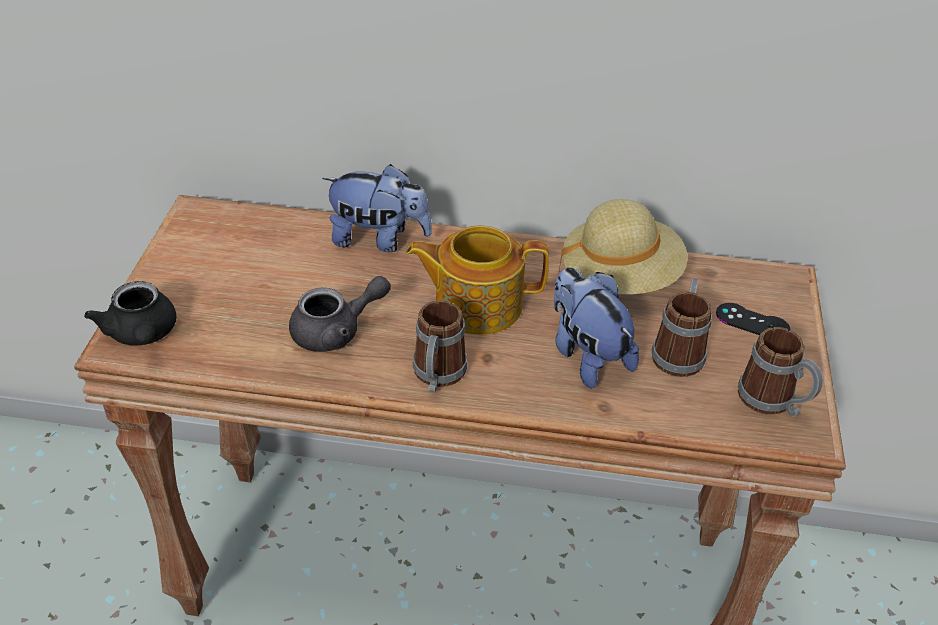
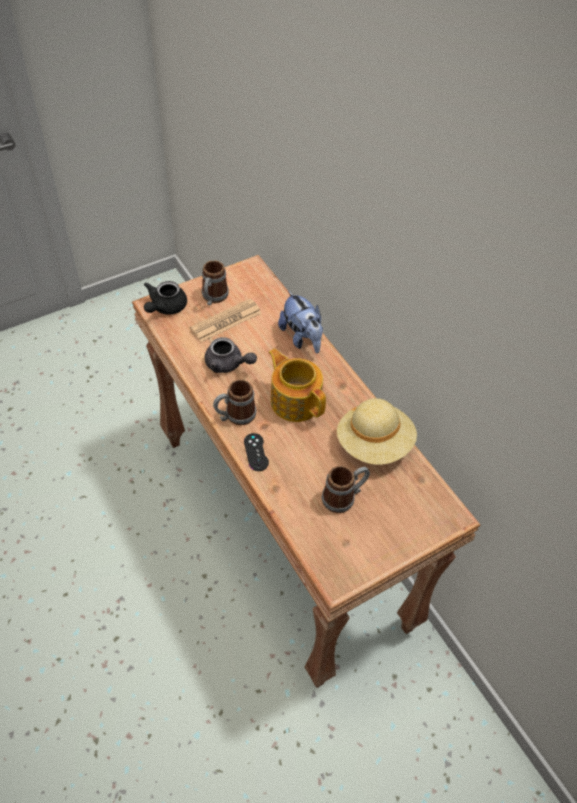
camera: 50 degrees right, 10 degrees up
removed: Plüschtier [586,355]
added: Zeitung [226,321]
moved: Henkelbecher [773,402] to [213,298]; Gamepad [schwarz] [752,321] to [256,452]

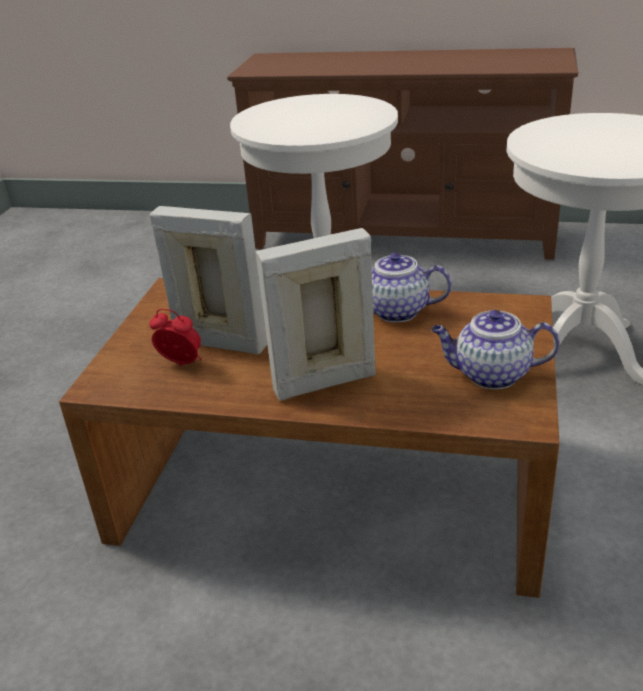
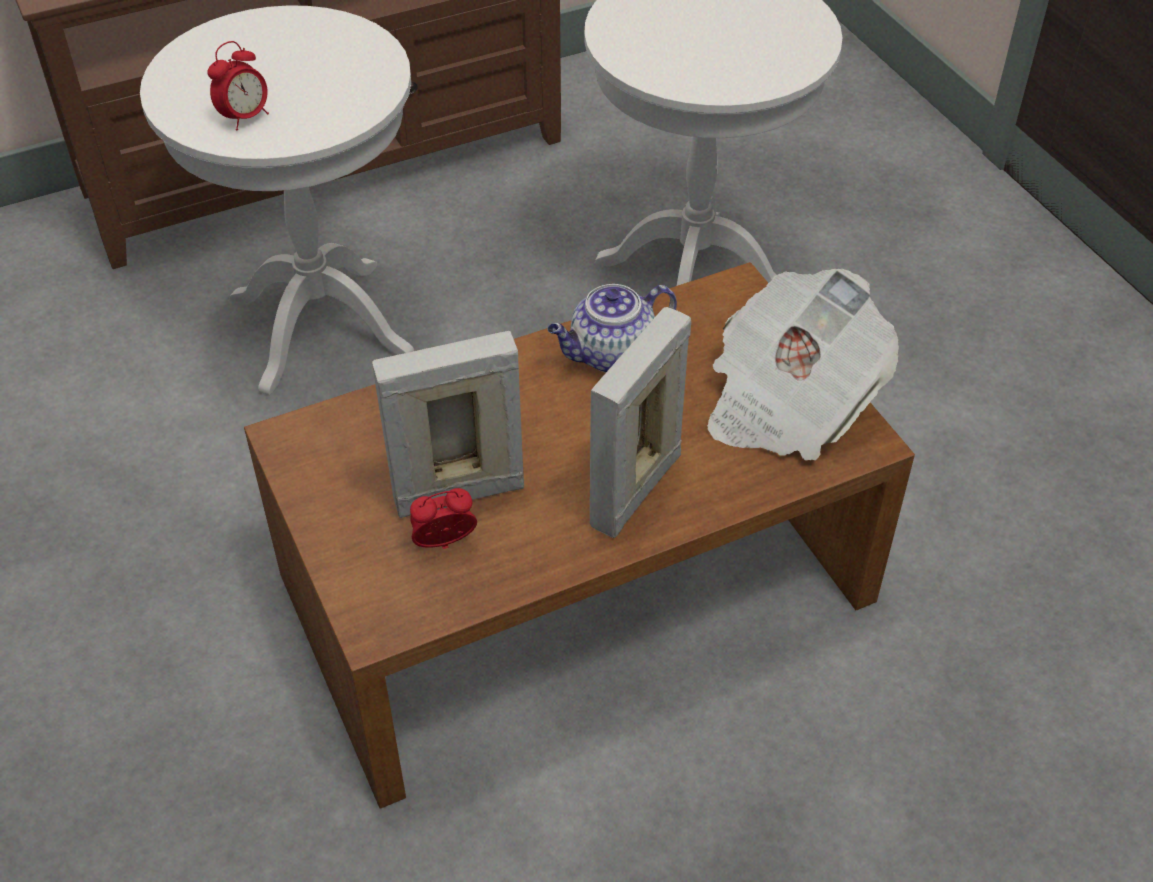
camera: 40 degrees left, 15 degrees up
added: Wecker [245,118]
replaced: Teekanne [490,375] to Zeitung [788,401]

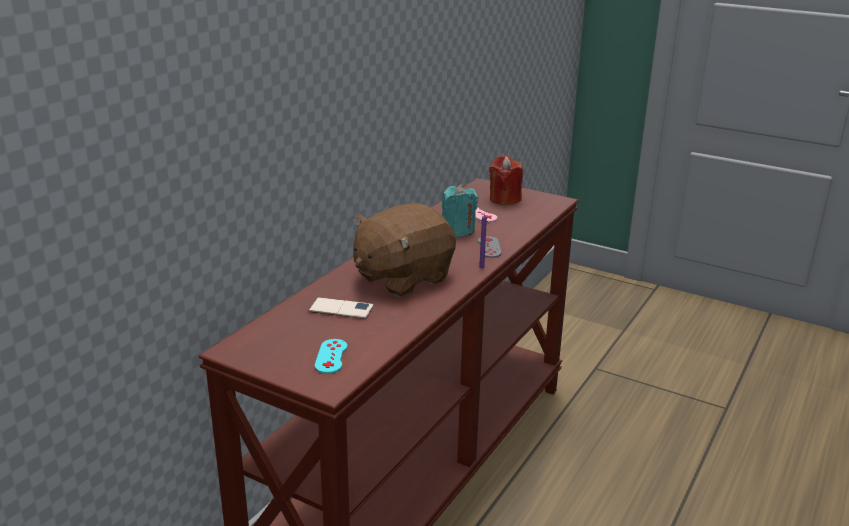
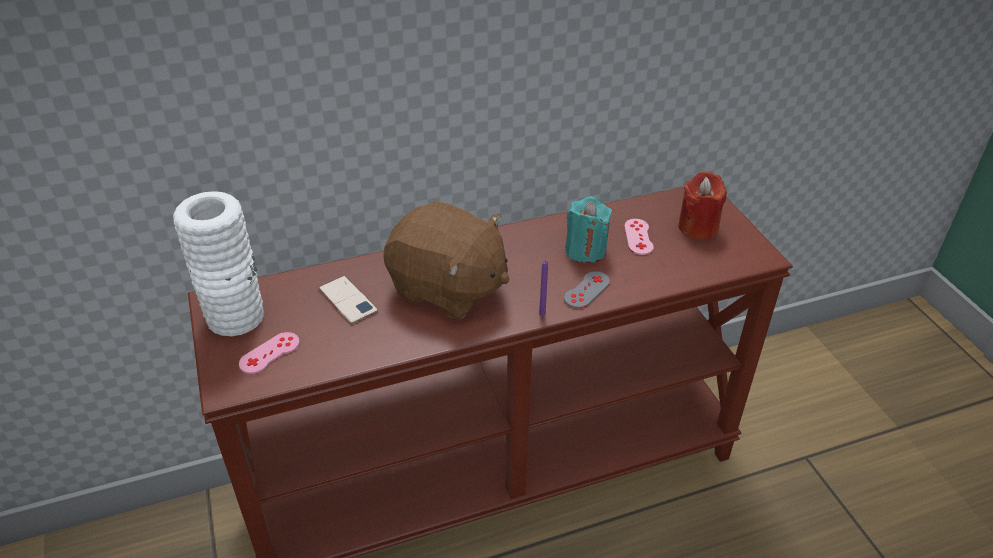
camera: 40 degrees right, 15 degrees up
added: Vase [weiß] [235,316]
recoloured: Gamepad [türkis] [331,356] to Gamepad [rosa] [269,353]
turned: Plüschtier [braun] [402,278] = [447,289] 150 degrees counterclockwise

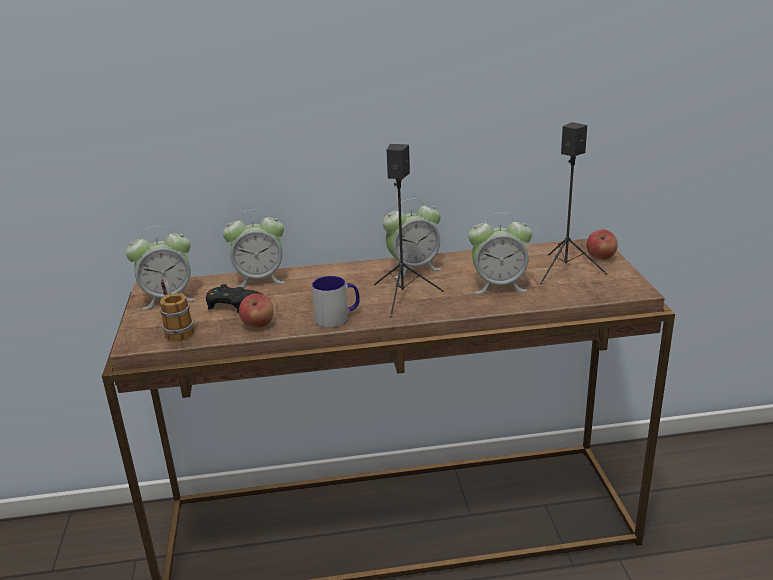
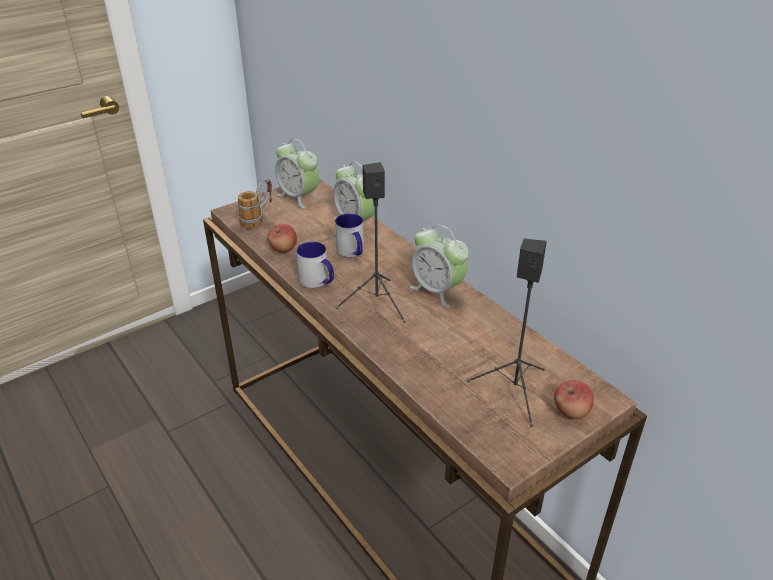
camera: 60 degrees right, 10 degrees up
removed: Gamepad [schwarz] [232,303]; Wecker [499,286]
added: Henkelbecher [352,252]

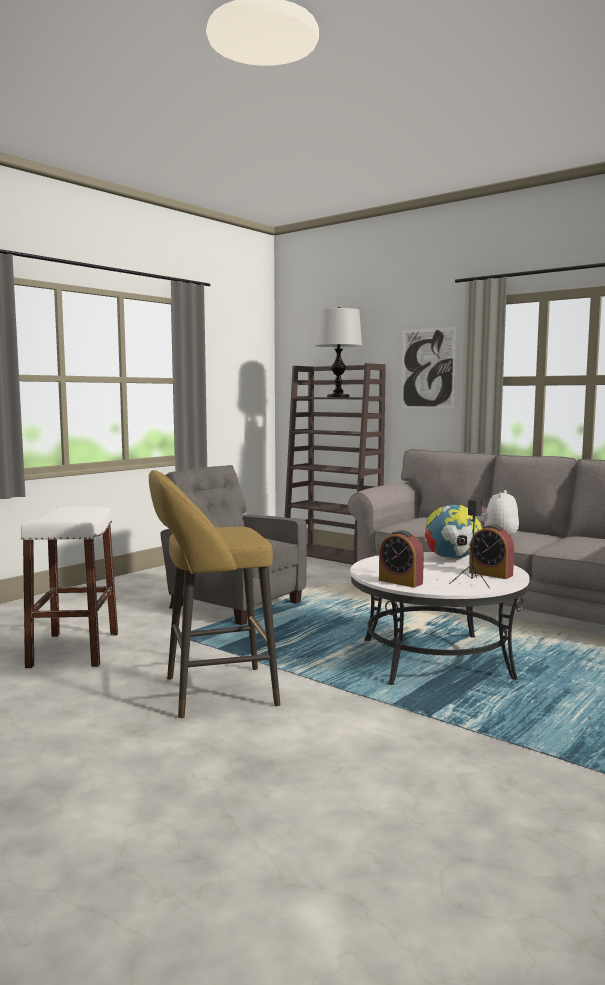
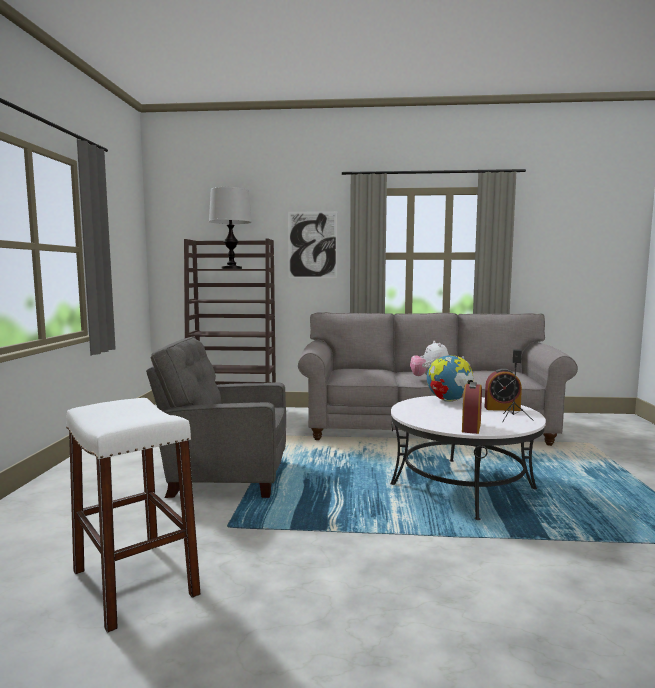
camera: 35 degrees left, 0 degrees up
removed: Hocker [gelb] [212,692]
turned: Wecker [400,582] = [471,427] 75 degrees counterclockwise

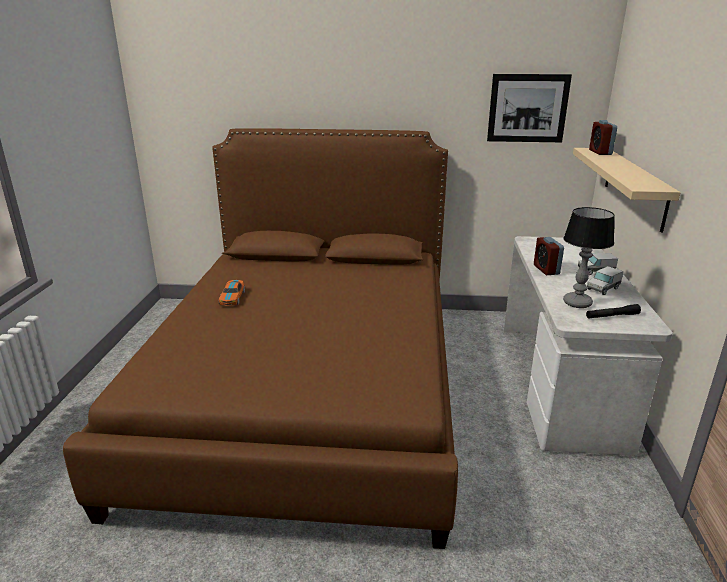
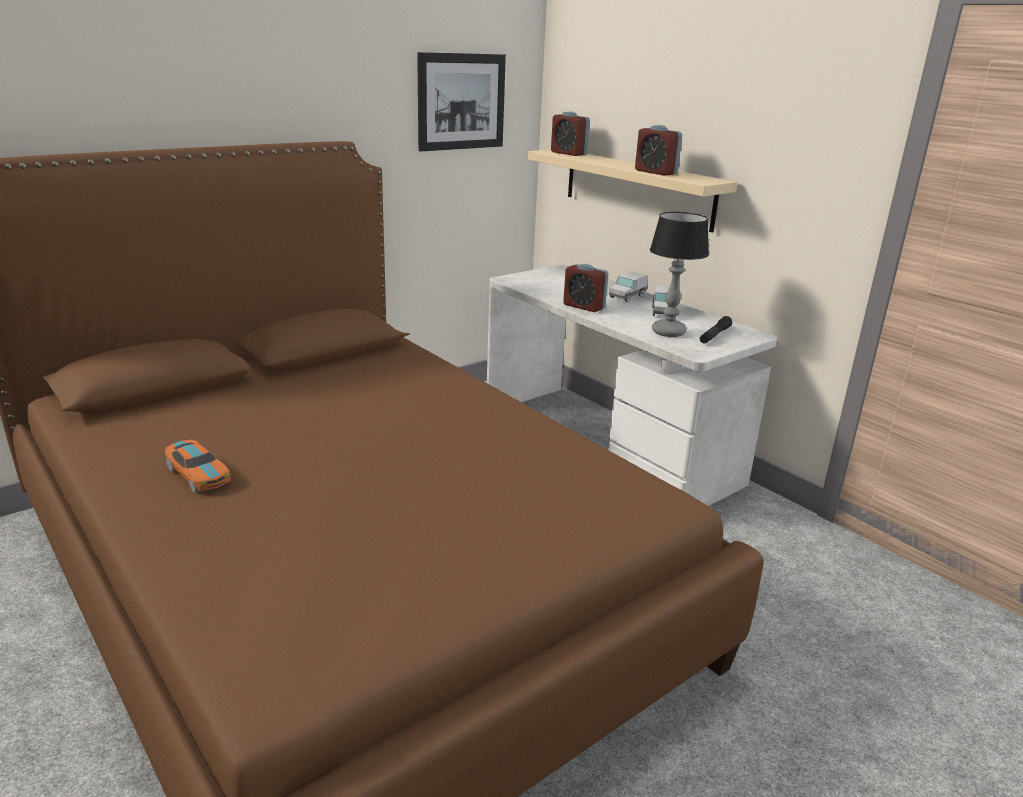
camera: 45 degrees left, 0 degrees up
added: Wecker [655,172]

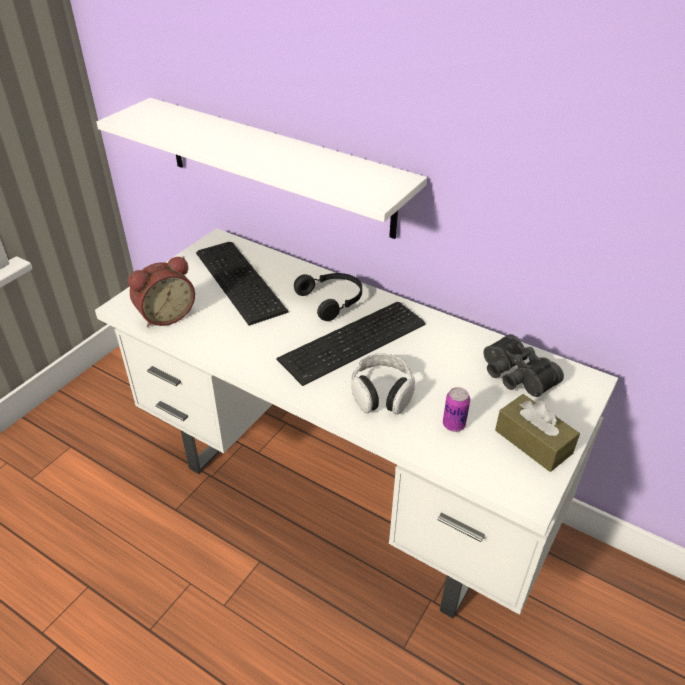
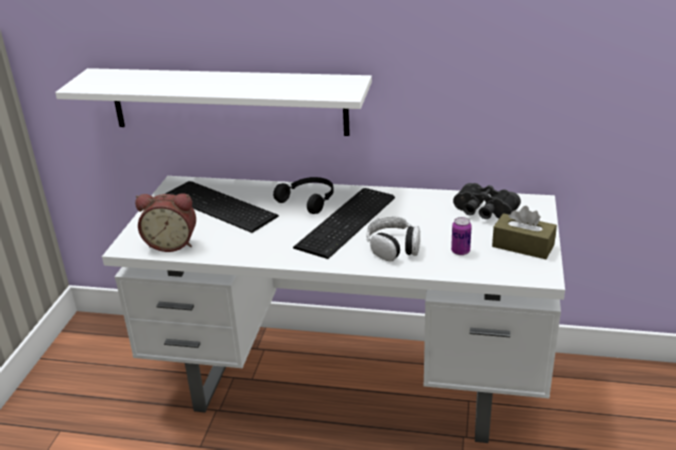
camera: 20 degrees left, 10 degrees down
turned: Wecker [165,315] = [172,243] 60 degrees clockwise

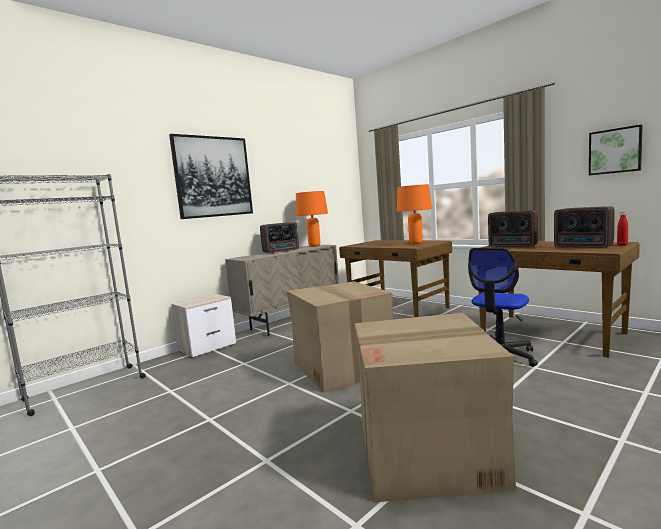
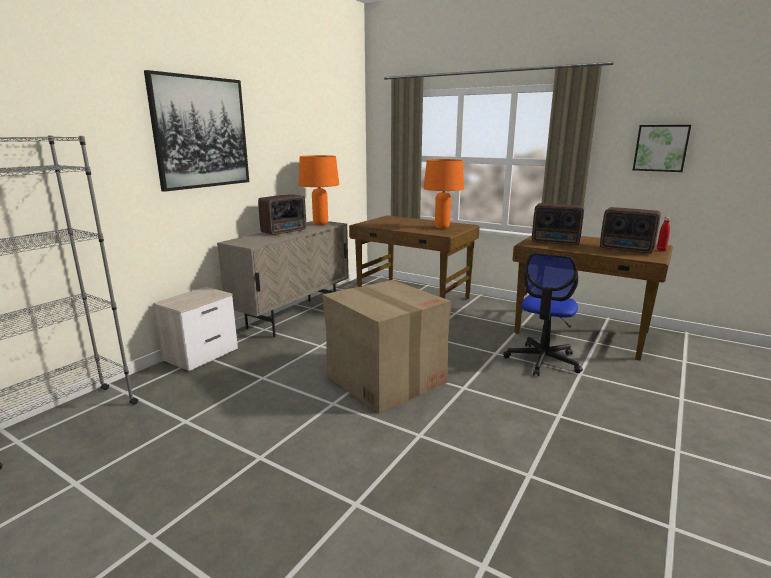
camera: 15 degrees left, 10 degrees up
removed: Karton [428,452]

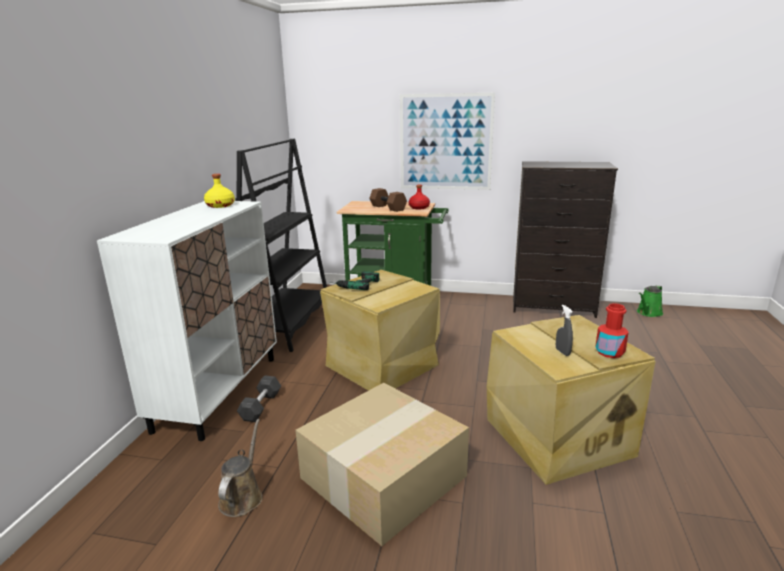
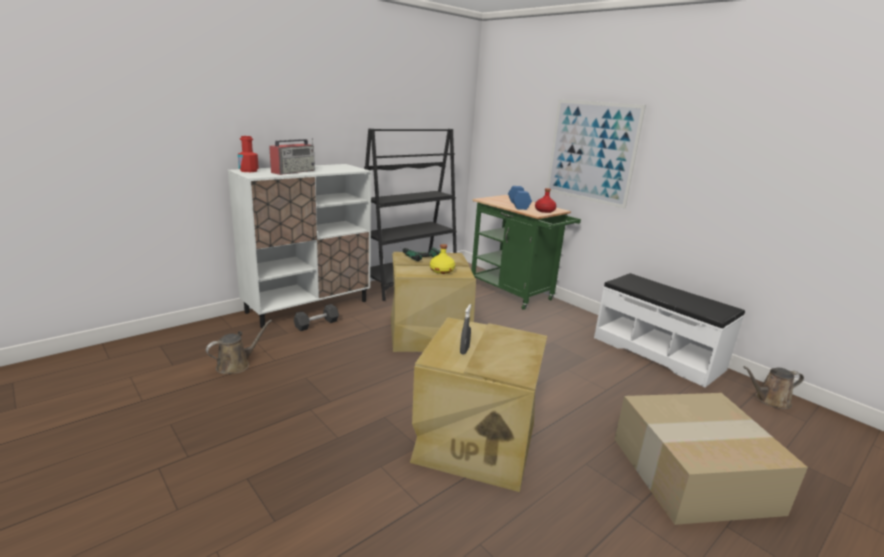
camera: 35 degrees right, 0 degrees up
added: Radio [294,171]
moved: Flasche [rot] [609,352] to [249,171]; Flasche [gelb] [220,205] to [442,271]; Karton [383,479] to [693,475]
replaced: Kommode [schwarz] [553,307] to Bank [weiß] [657,353]
recoloured: Hantel [braun] [387,208] to Hantel [blau] [517,205]; Gießkanne [grün] [648,313] to Gießkanne [braun] [769,400]

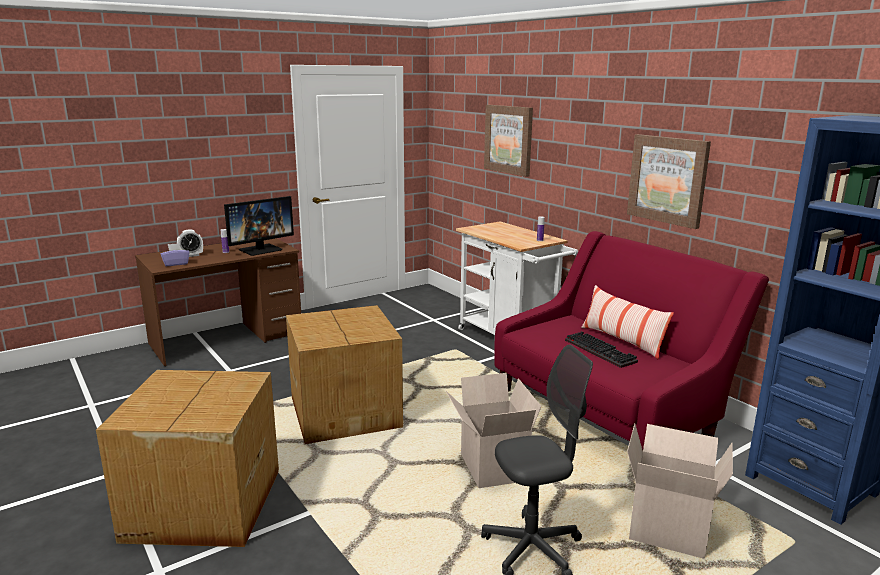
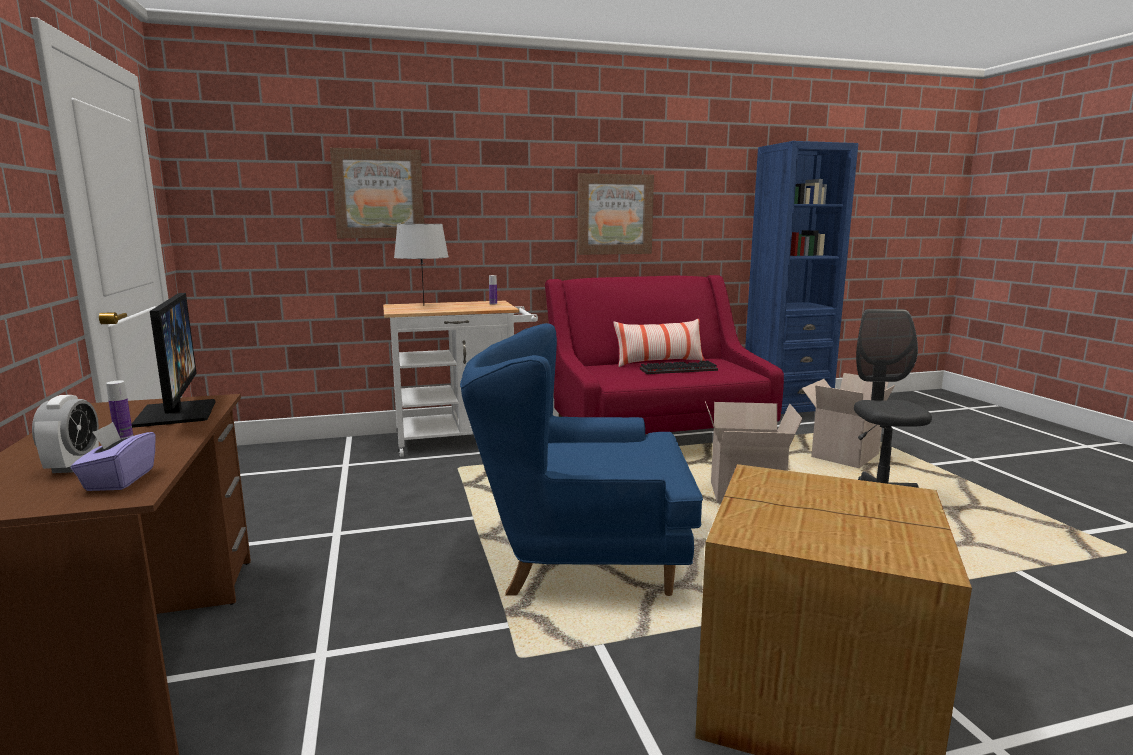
camera: 70 degrees left, 5 degrees down
added: Tischlampe [grau] [423,305]
replaced: Karton [346,412] to Sessel [blau] [580,554]

